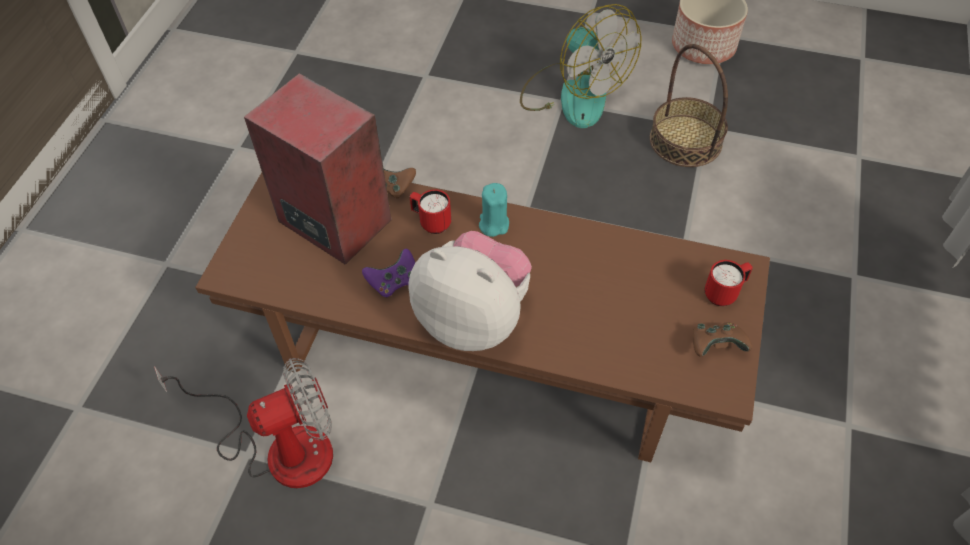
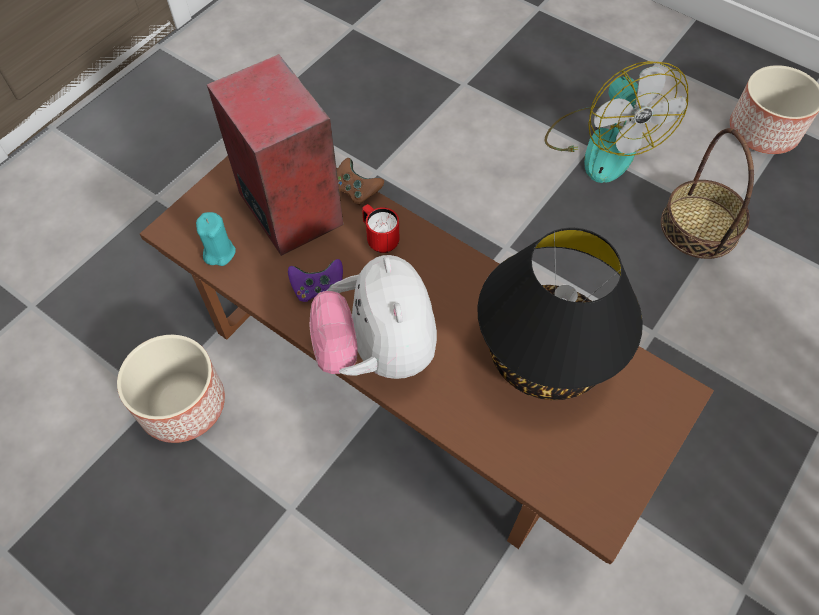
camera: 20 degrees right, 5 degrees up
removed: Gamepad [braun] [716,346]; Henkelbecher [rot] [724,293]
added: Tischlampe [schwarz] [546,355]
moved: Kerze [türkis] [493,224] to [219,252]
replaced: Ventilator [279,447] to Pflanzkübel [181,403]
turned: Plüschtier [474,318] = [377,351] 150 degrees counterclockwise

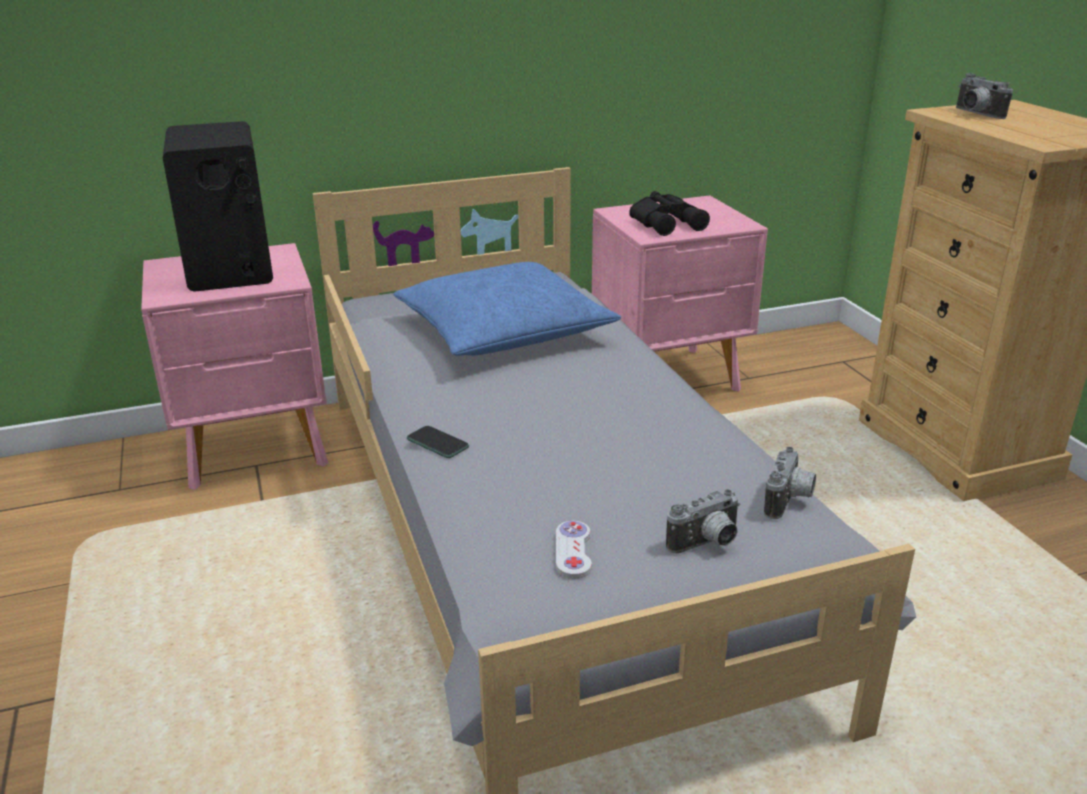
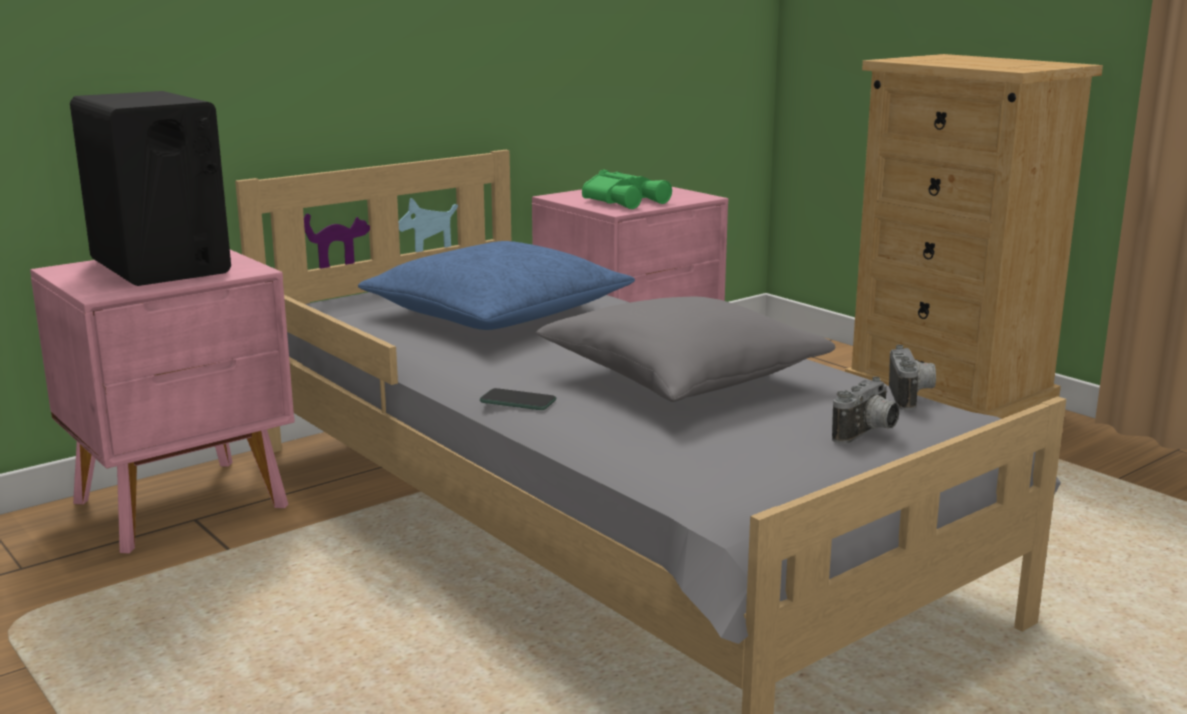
camera: 20 degrees left, 10 degrees down
removed: Gamepad [weiß] [573,551]; Kamera [975,114]
added: Kissen [grau] [682,379]
recoloured: Fernglas [schwarz] [668,223] to Fernglas [grün] [624,200]

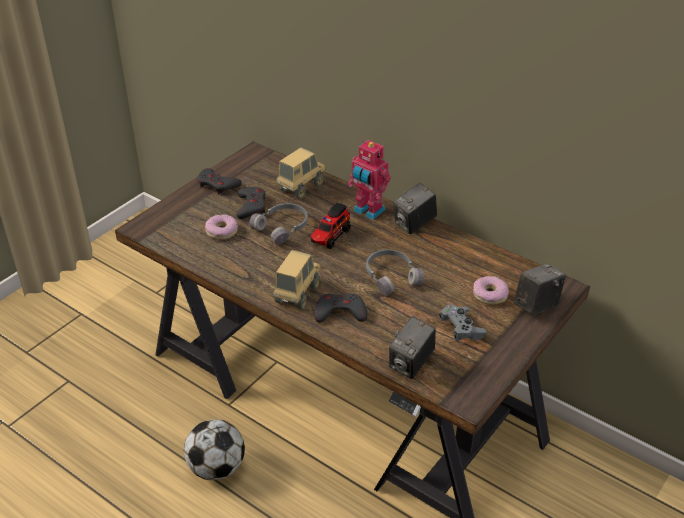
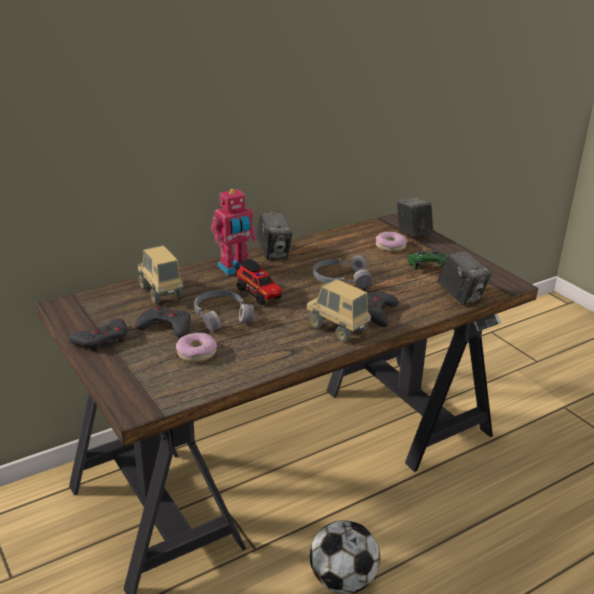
camera: 70 degrees left, 10 degrees down
recoloured: Gamepad [grau] [461,329] to Gamepad [grün] [427,267]

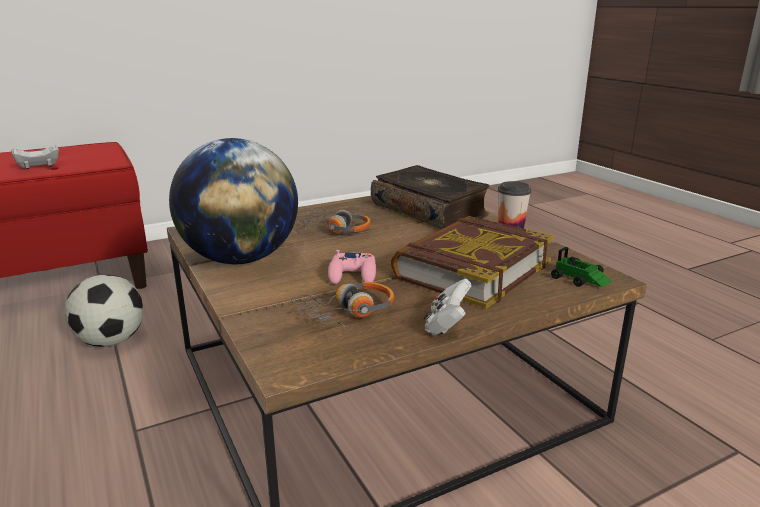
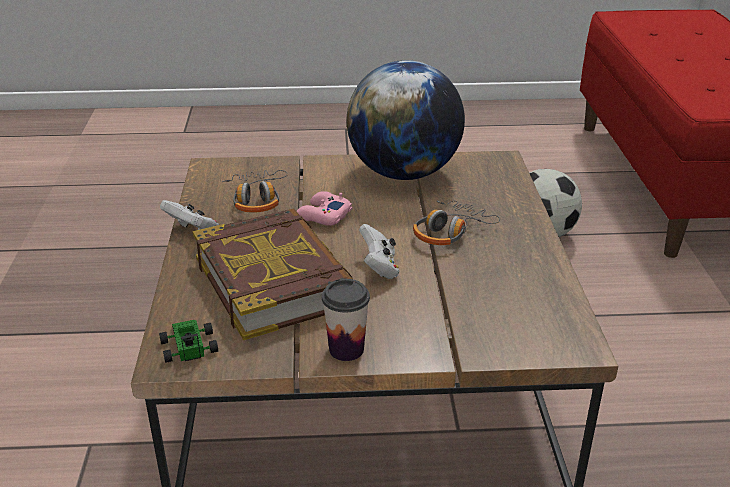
camera: 115 degrees right, 10 degrees up
removed: Buch [430,210]
moved: Gamepad [weiß] [39,167] to [379,268]
turned: Spielzeugauto [582,278] = [188,342] 90 degrees clockwise

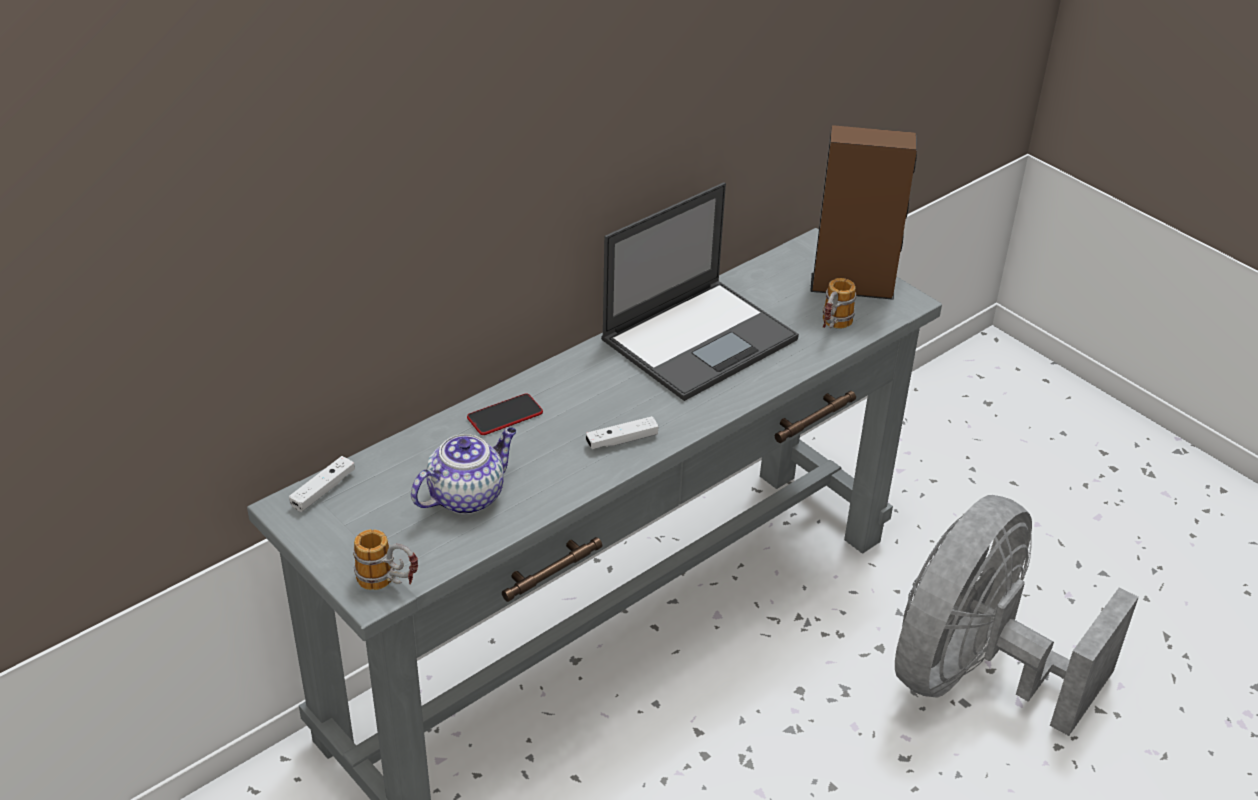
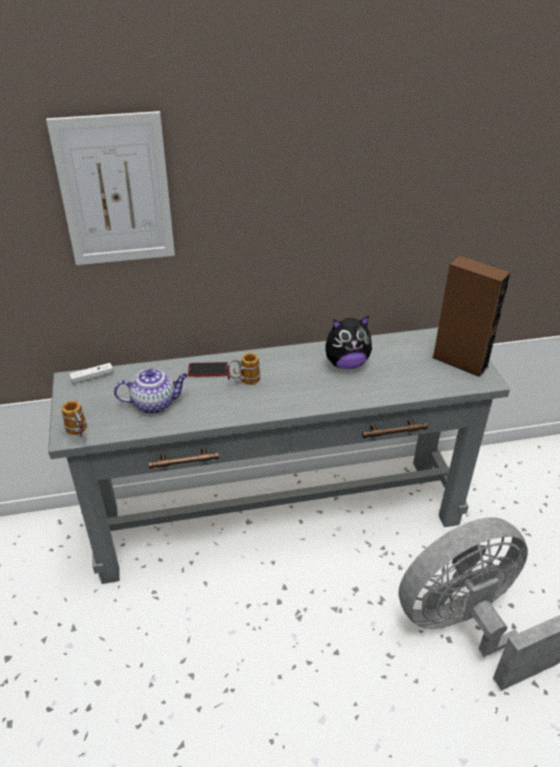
camera: 30 degrees right, 0 degrees up
removed: Gamepad [weiß] [622,440]
added: Bild [115,191]
moved: Henkelbecher [832,327] to [242,382]
replaced: Laptop [700,338] to Plüschtier [346,363]

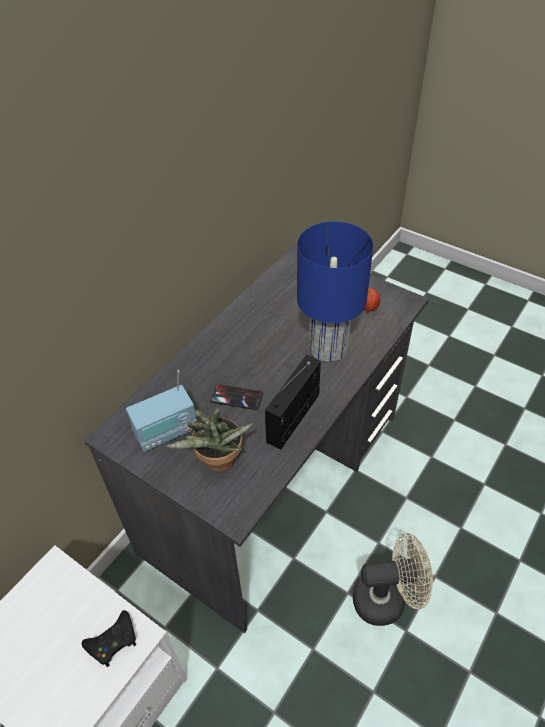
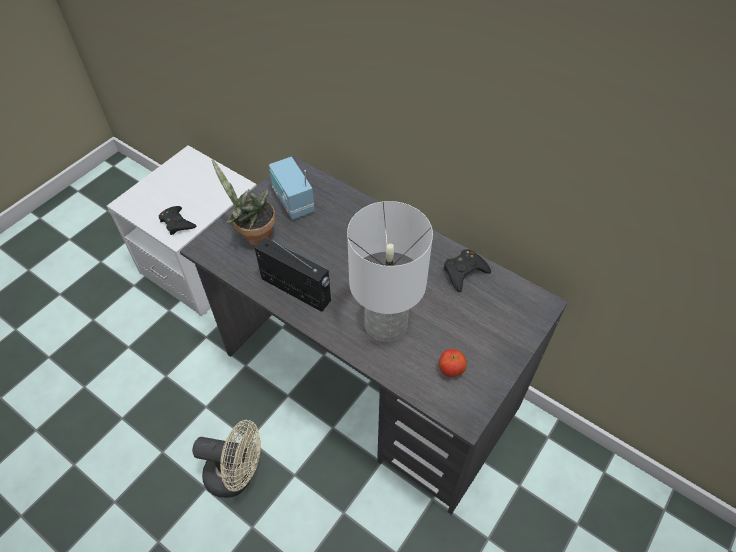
camera: 90 degrees right, 5 degrees up
removed: Handy [237,397]
added: Gamepad [schwarz] [464,272]
recoloured: Tischlampe [blau] [327,347] to Tischlampe [weiß] [386,323]
turned: Ventilator [beige] [387,599] = [237,475] 75 degrees counterclockwise

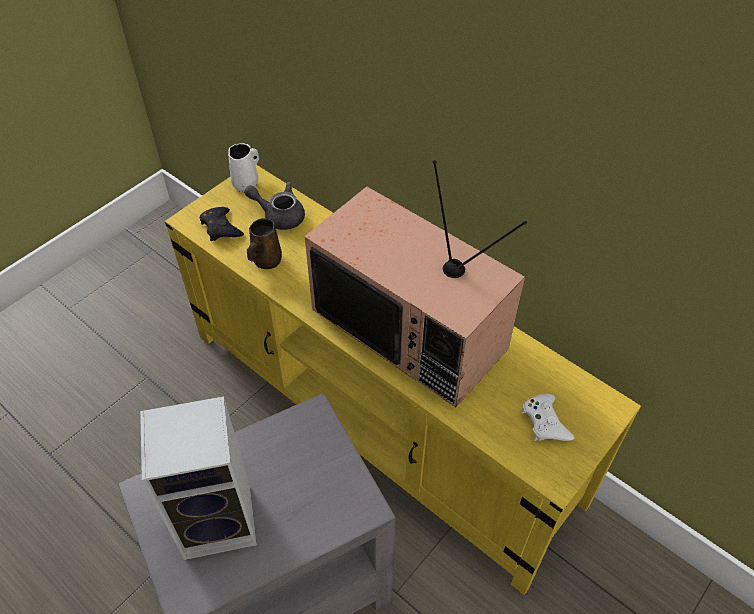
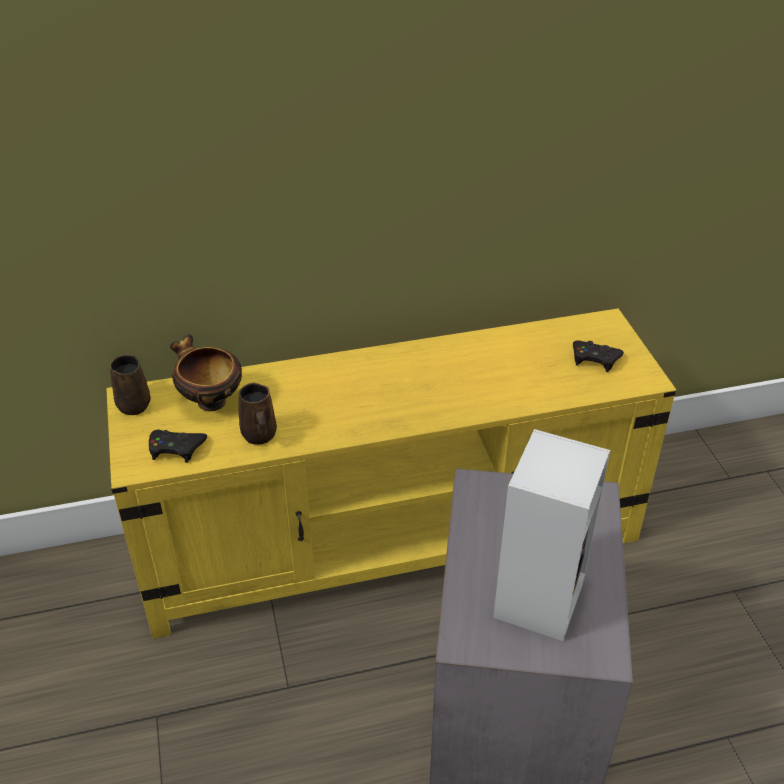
camera: 55 degrees left, 10 degrees down
removed: Fernseher [413,328]
replaced: Teekanne [grau] [279,215] to Schüssel [209,401]
recoloured: Henkelbecher [weiß] [246,183] to Henkelbecher [braun] [134,403]; Gamepad [weiß] [545,422] to Gamepad [schwarz] [595,359]

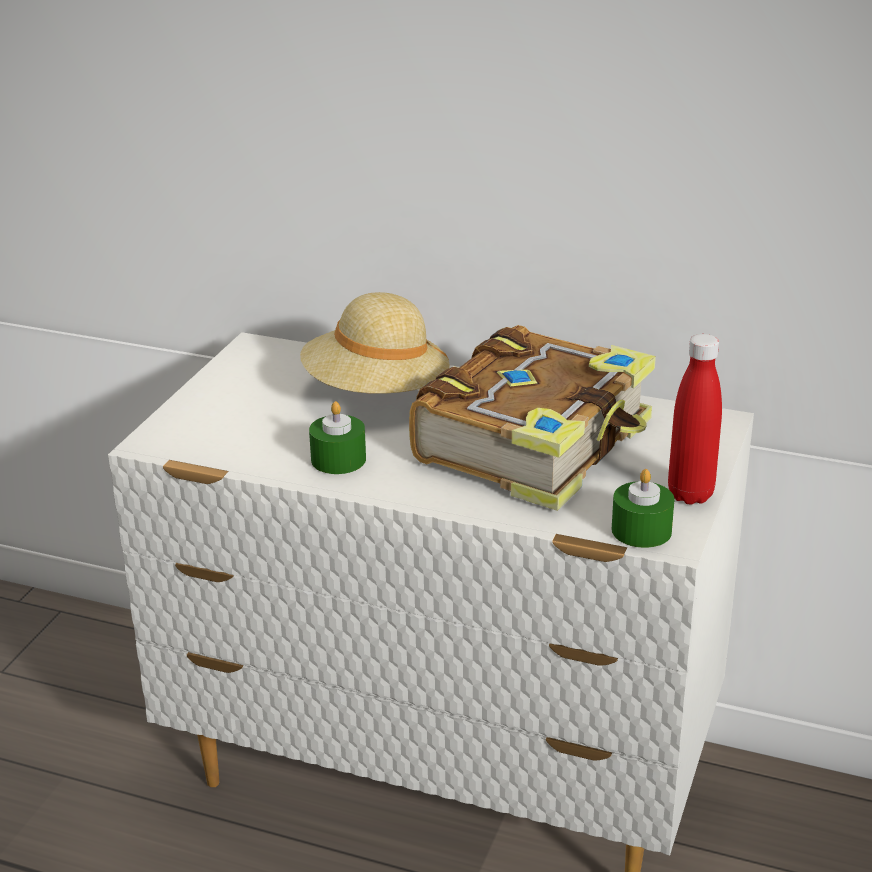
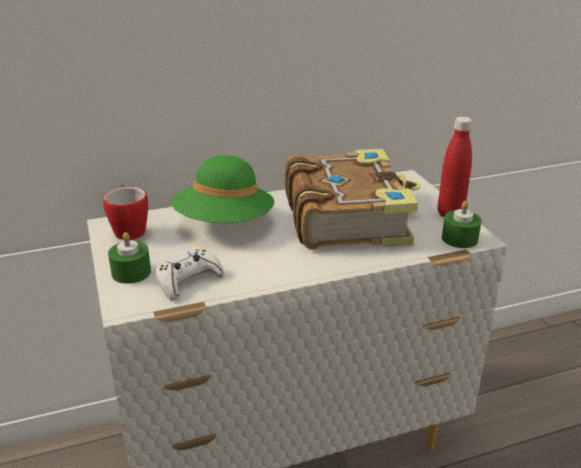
camera: 40 degrees left, 0 degrees up
added: Henkelbecher [129,229]; Gamepad [weiß] [188,281]
moved: Kerze [grün] [338,459] to [131,272]
recoloured: Hut [beige] [376,393] to Hut [grün] [225,224]

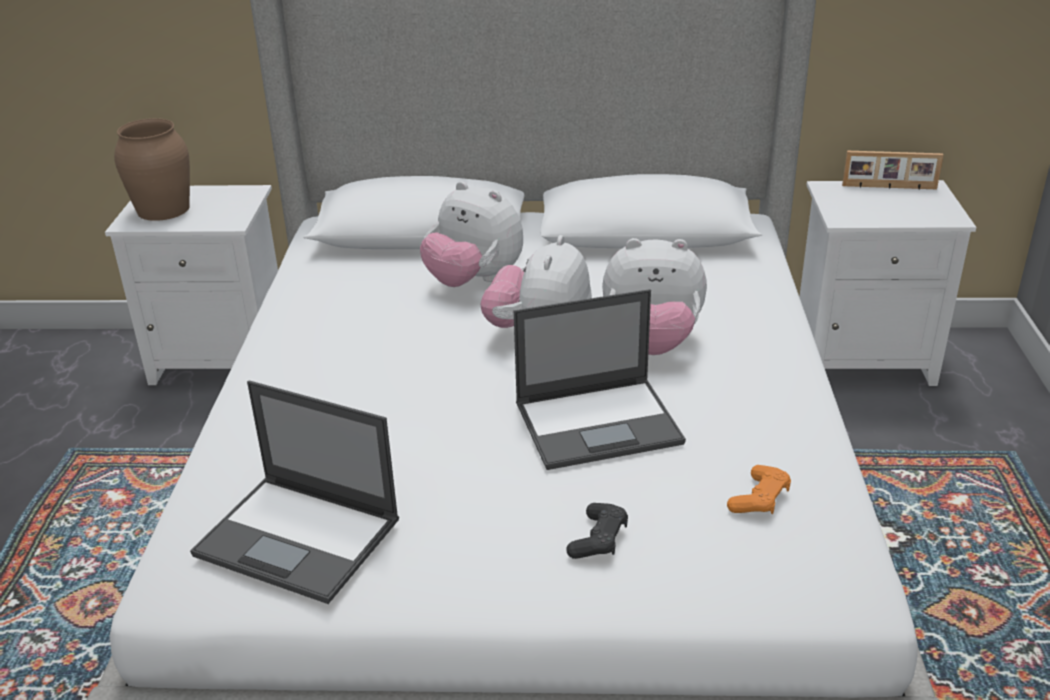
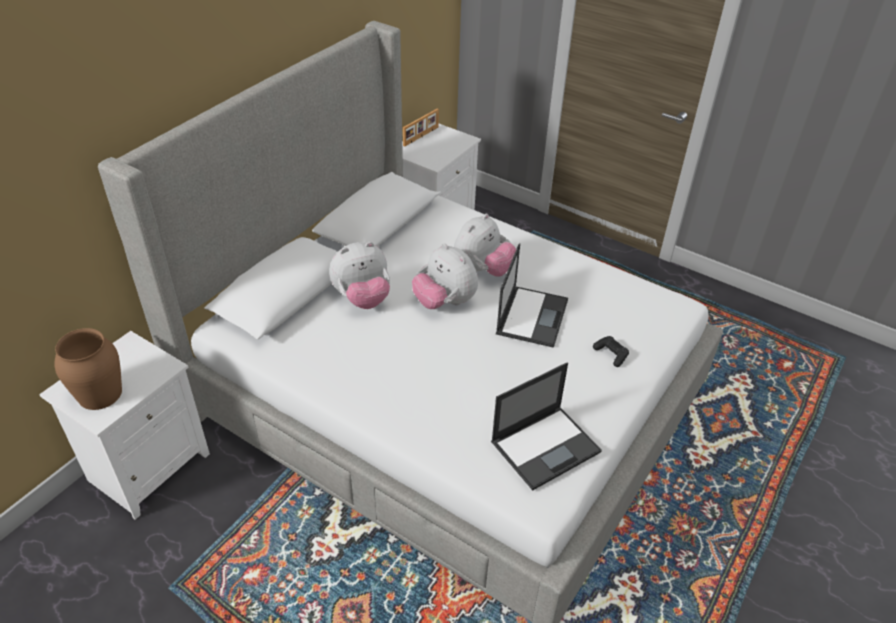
camera: 60 degrees left, 10 degrees up
removed: Gamepad [orange] [759,499]

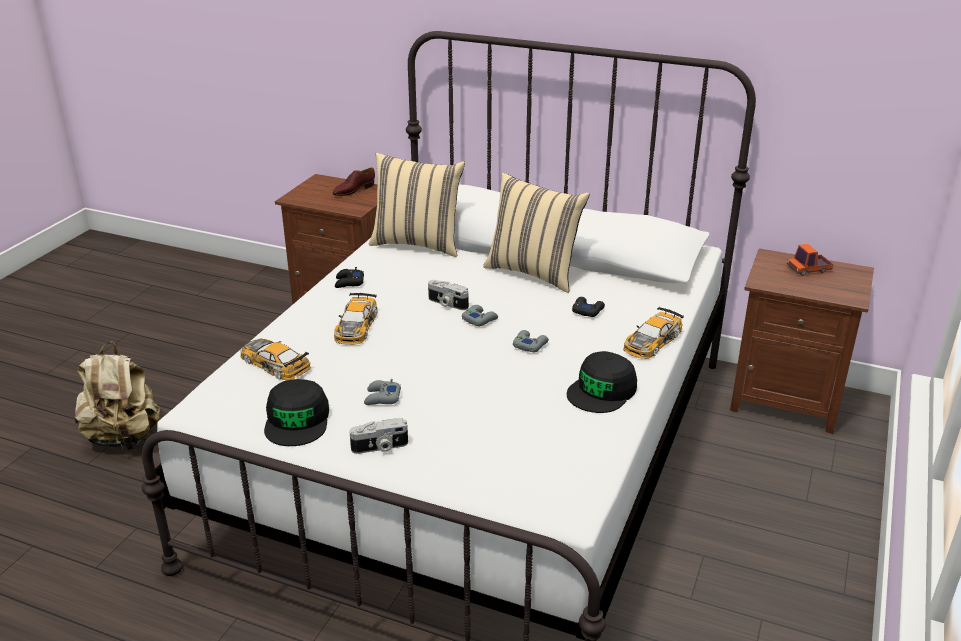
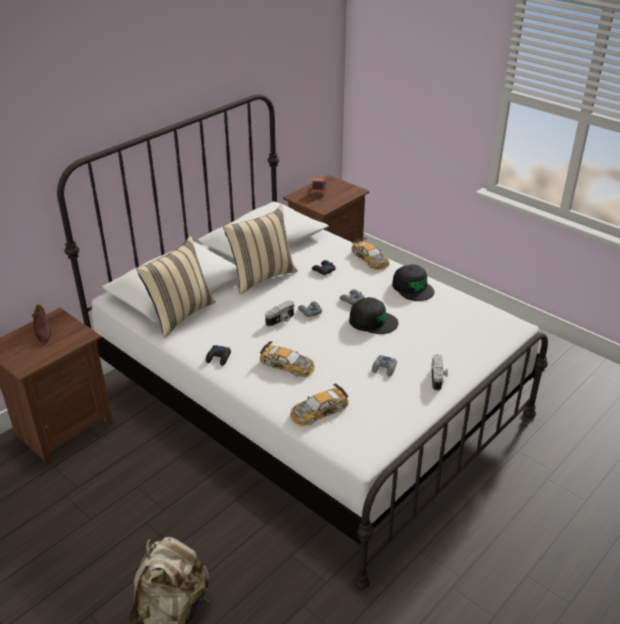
camera: 70 degrees left, 5 degrees up
moved: Kappe [schwarz] [297,420] to [372,321]

